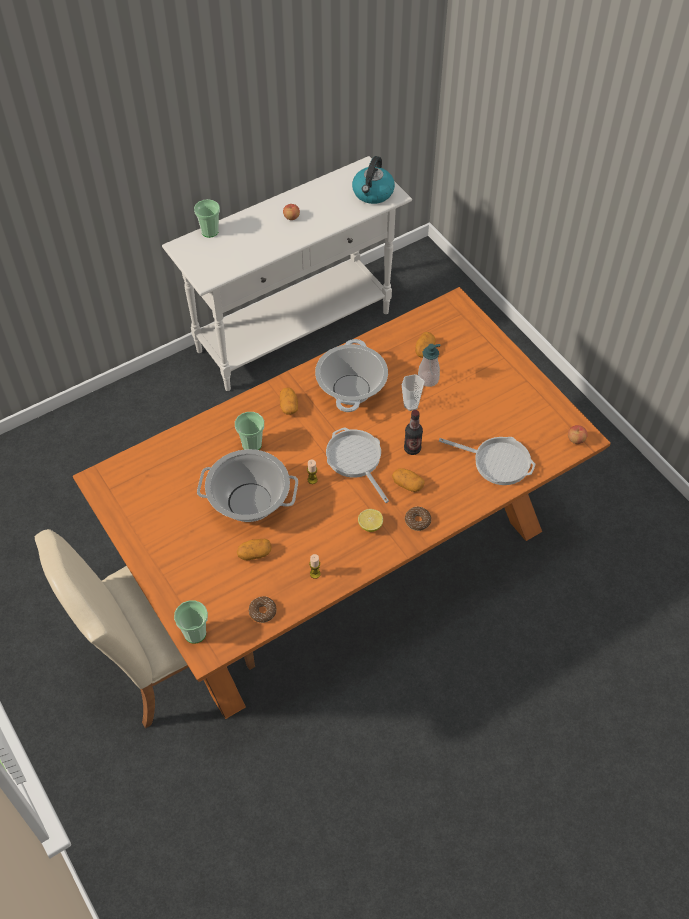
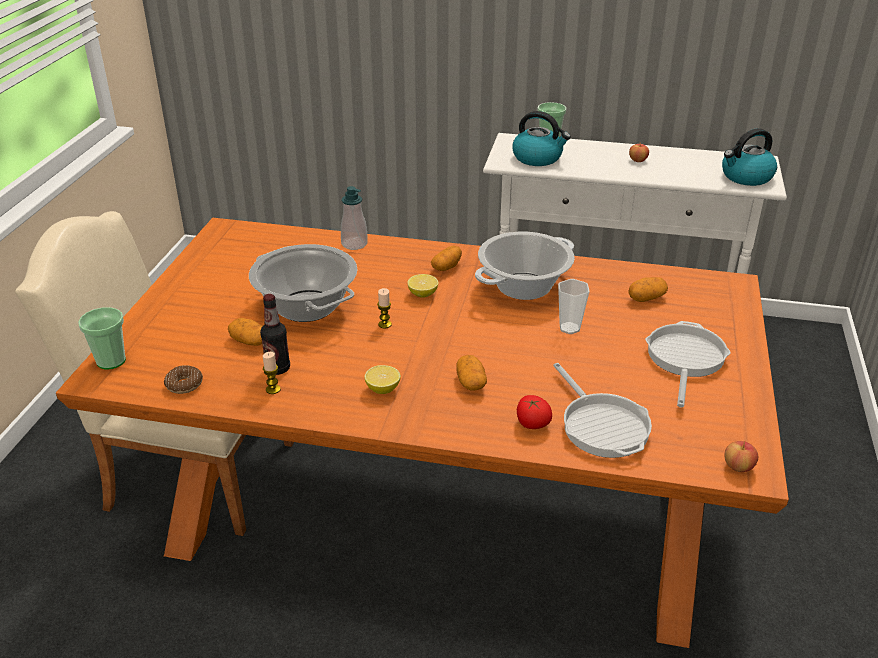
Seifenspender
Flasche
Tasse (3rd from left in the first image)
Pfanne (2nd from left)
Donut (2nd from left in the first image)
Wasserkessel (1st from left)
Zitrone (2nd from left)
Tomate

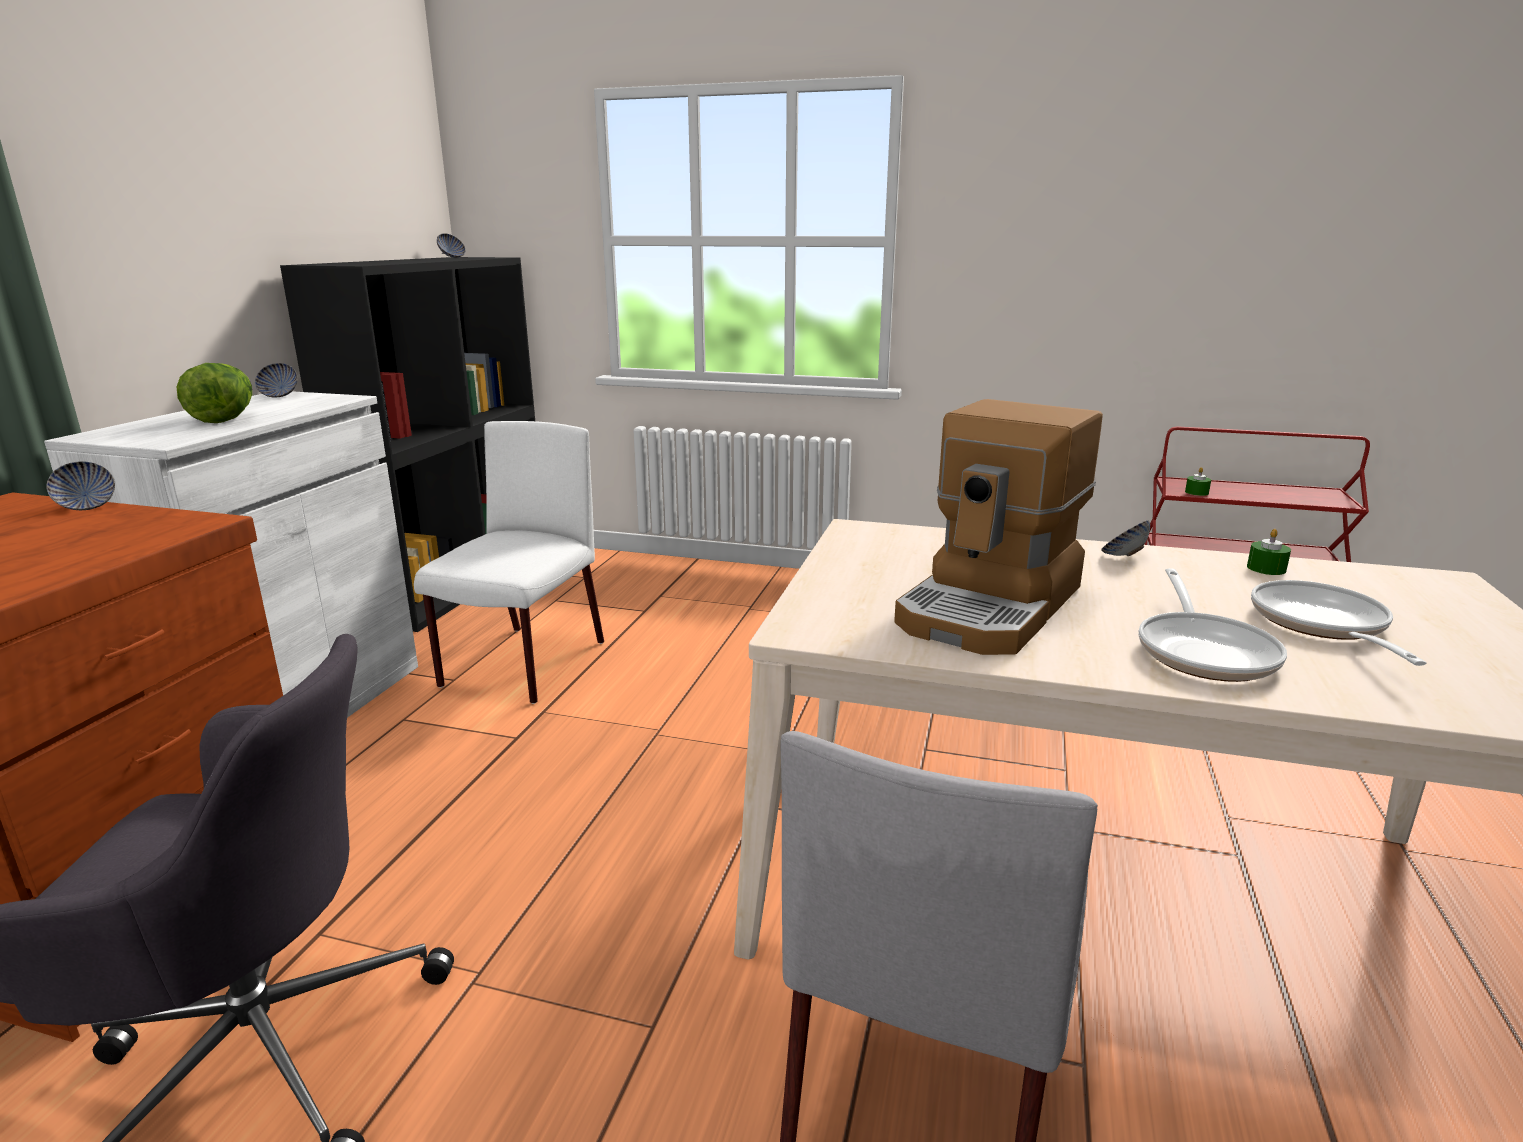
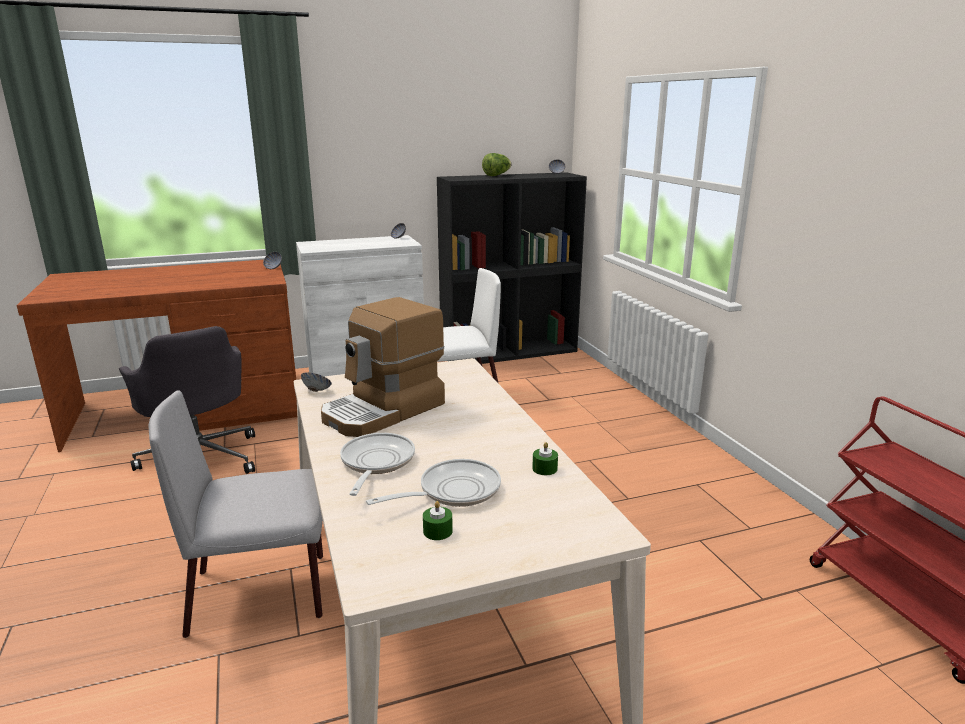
Salatkopf
Kaffeemaschine
Kerze (grün) (1st from left)
Schüssel (2nd from left)
Pfanne (1st from left)

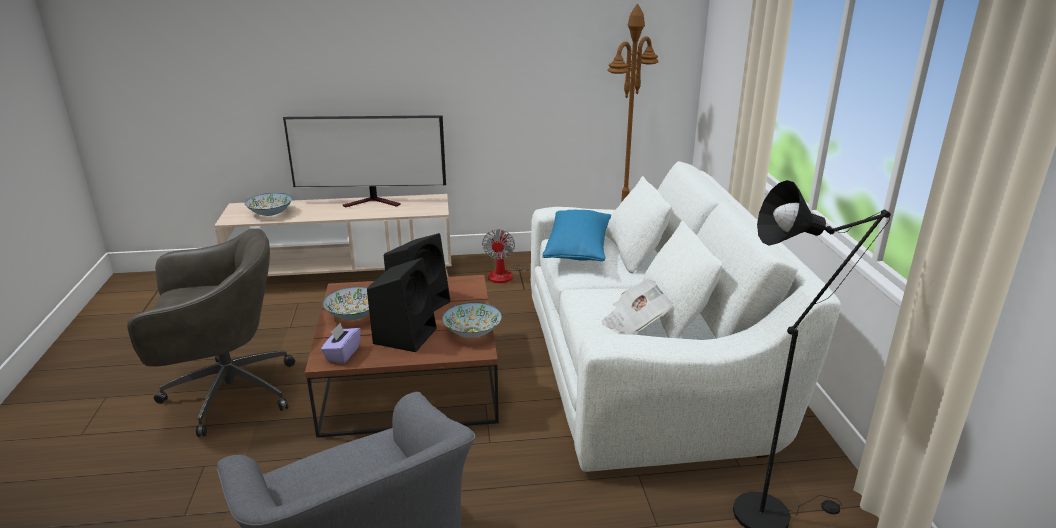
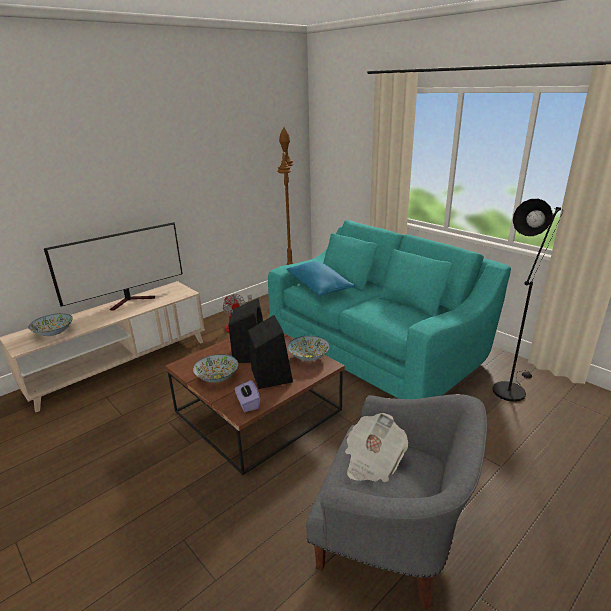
Sofa (türkis)
Bürostuhl (grau)
Zeitung

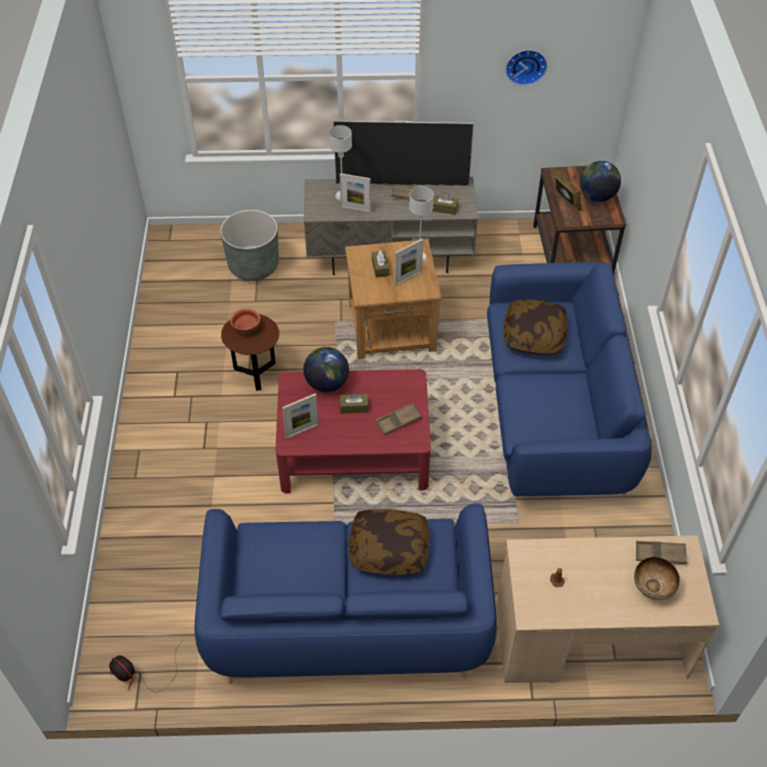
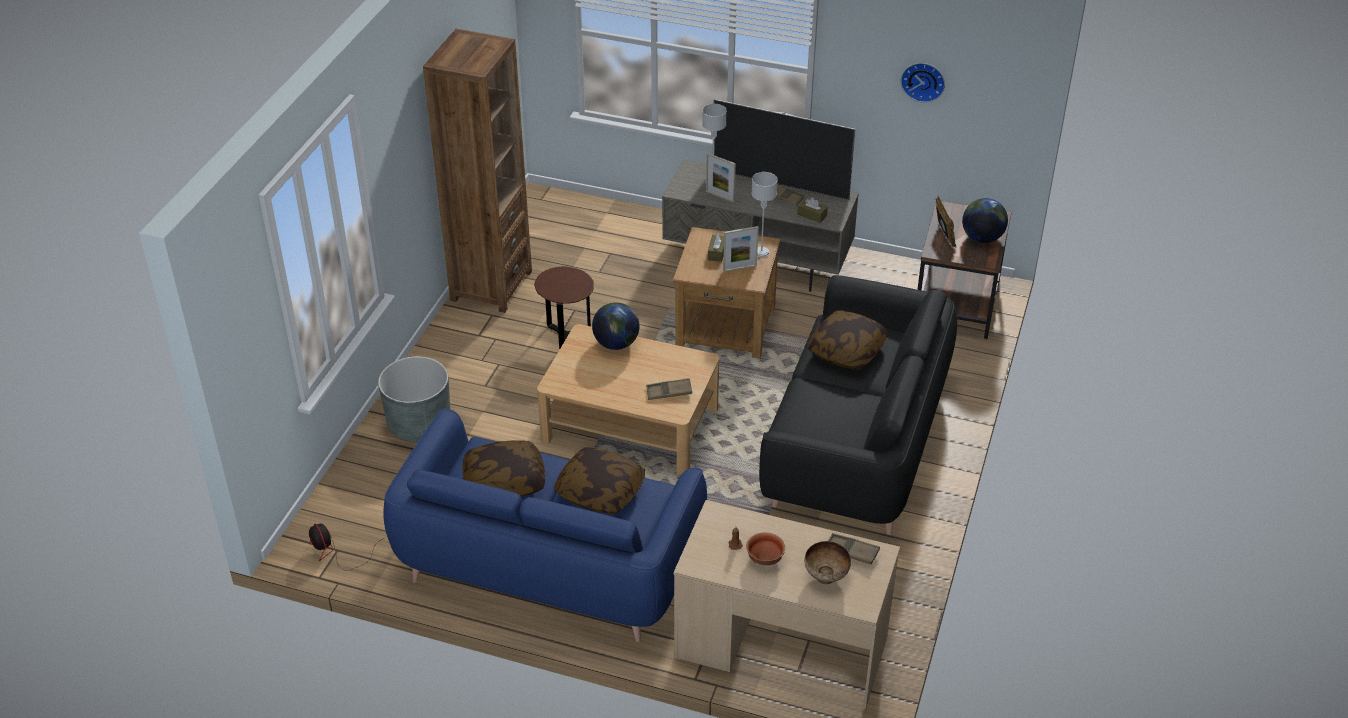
Pflanzkübel (grau)
Sofa (schwarz)
Schüssel (1st from left)
Couchtisch (beige)
Bilderrahmen (1st from left in the first image)
Taschentuchbox (braun) (1st from left in the first image)
Bücherregal (braun)
Kissen (1st from left)

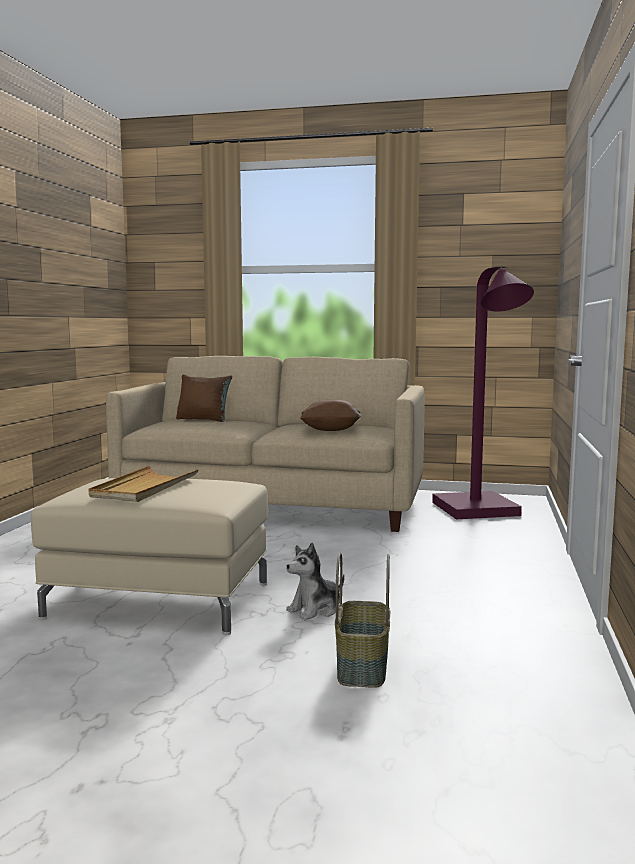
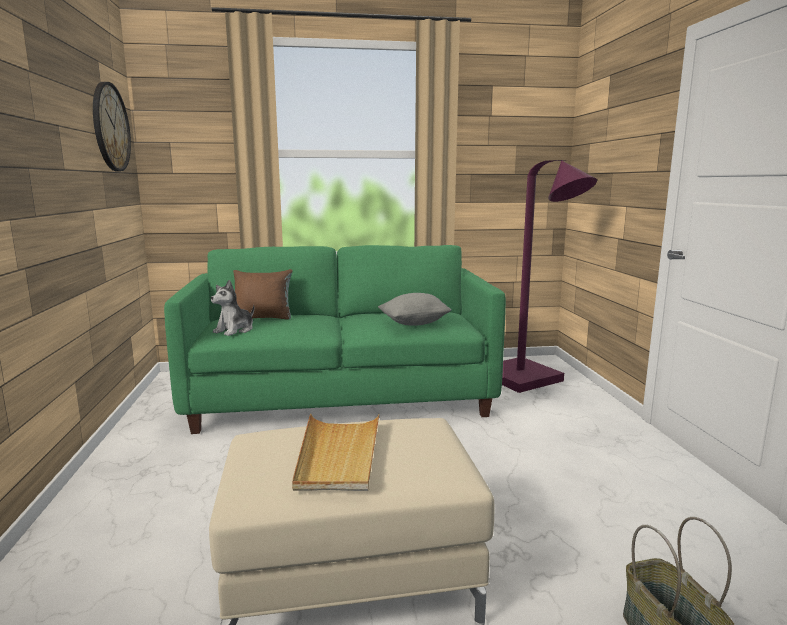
Sofa (grün)
Kissen (grau)
Plüschtier
Wanduhr

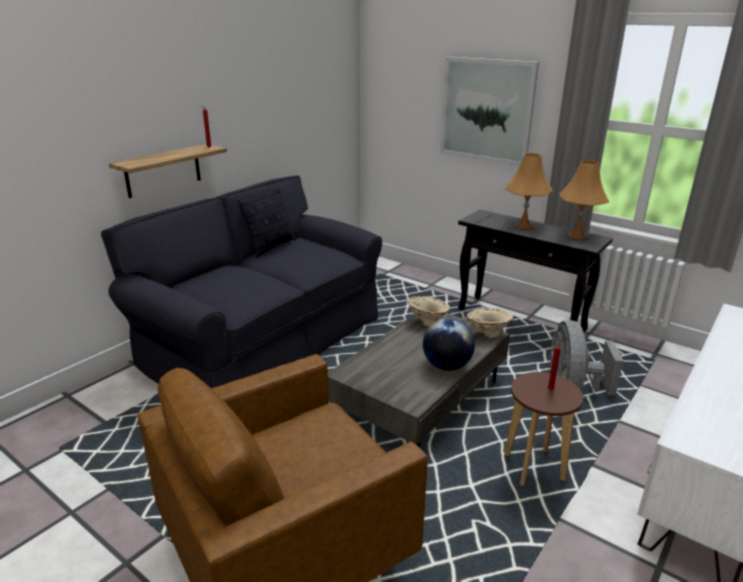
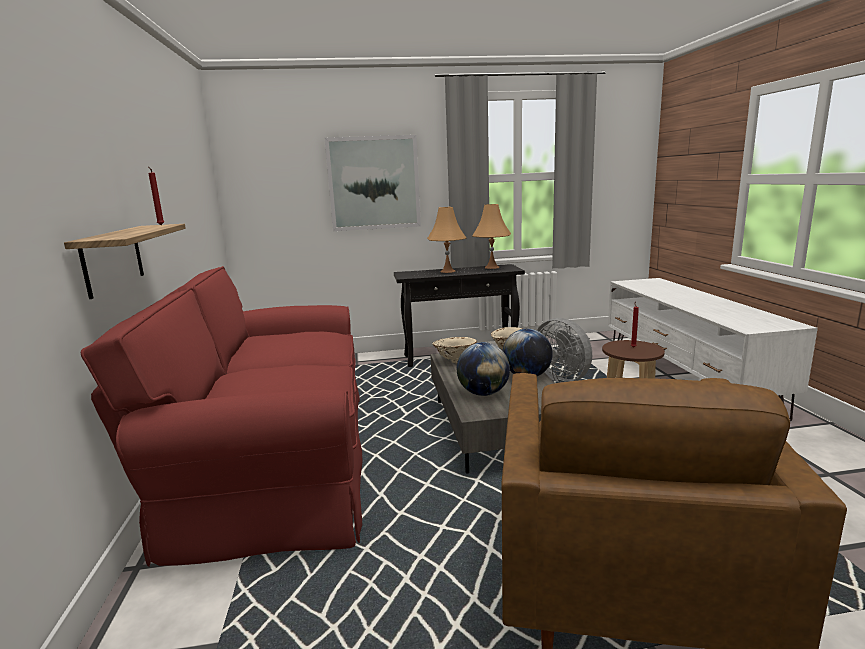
Sofa (rot)
Kissen
Globus (1st from left)

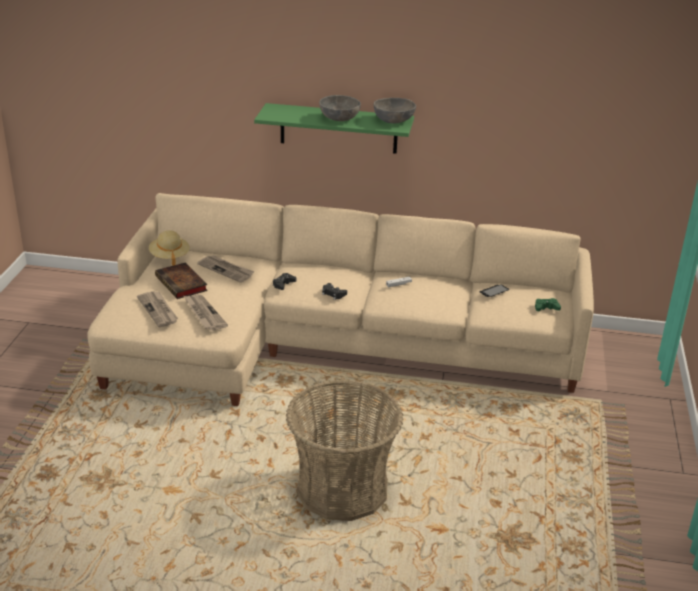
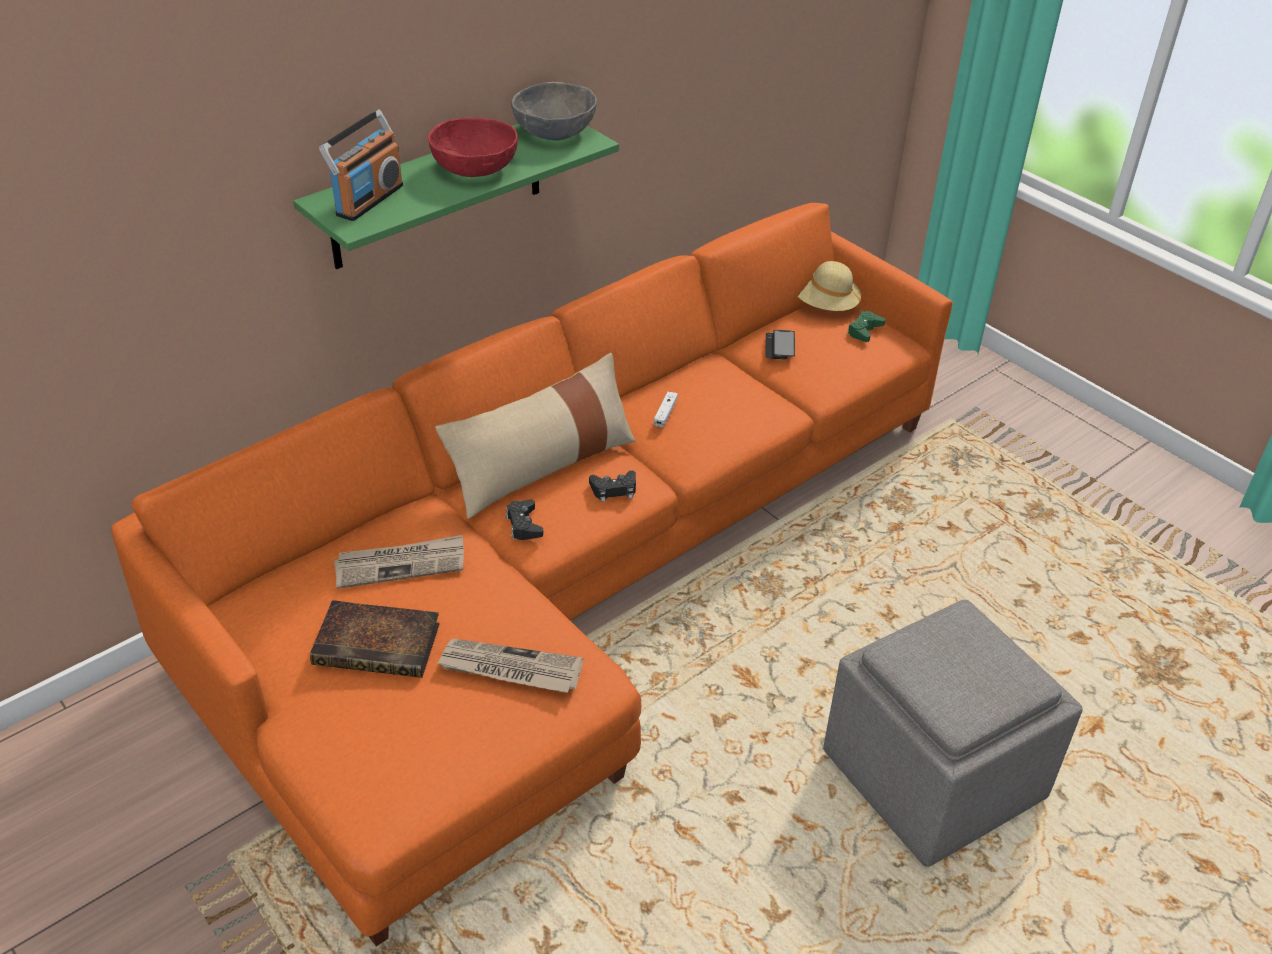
Schüssel (rot)
Sofa (orange)
Hut (beige)
Zeitung (1st from left in the first image)
Polsterhocker (grau)
Radio
Kissen (beige)

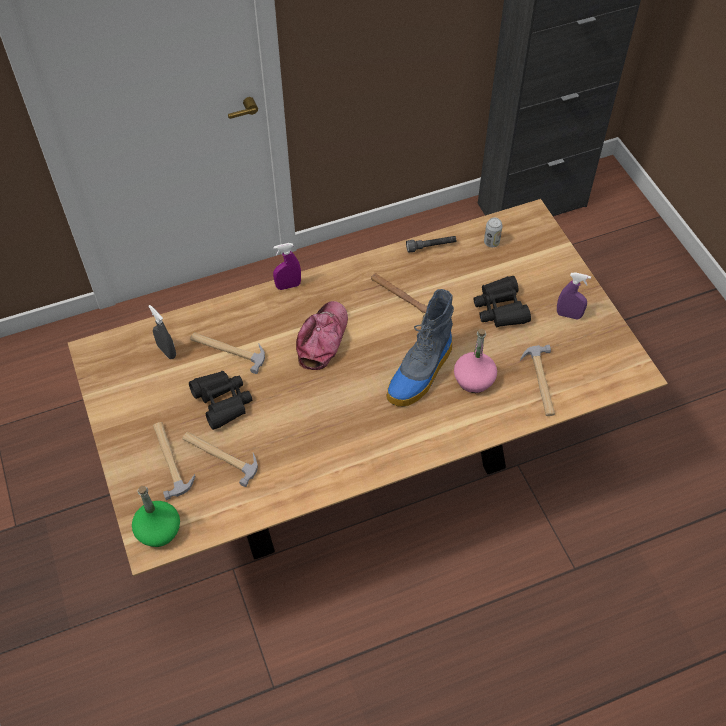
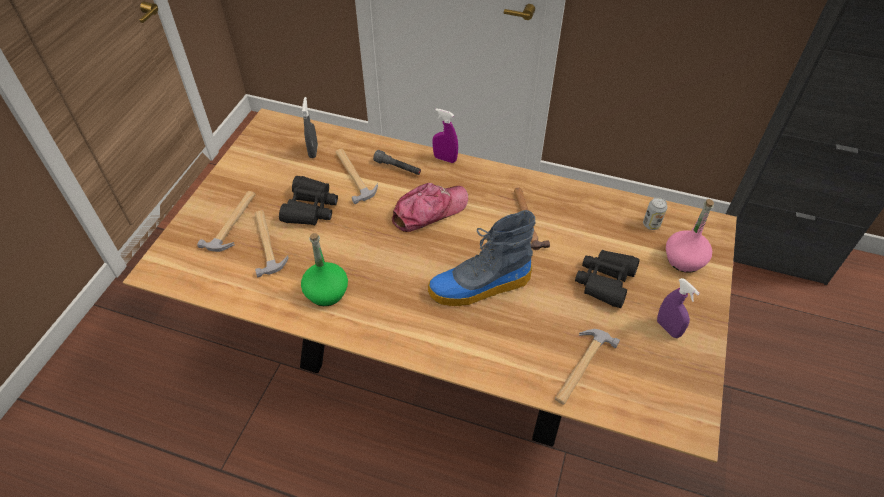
Taschenlampe (grau)
Flasche (rosa)
Flasche (grün)

